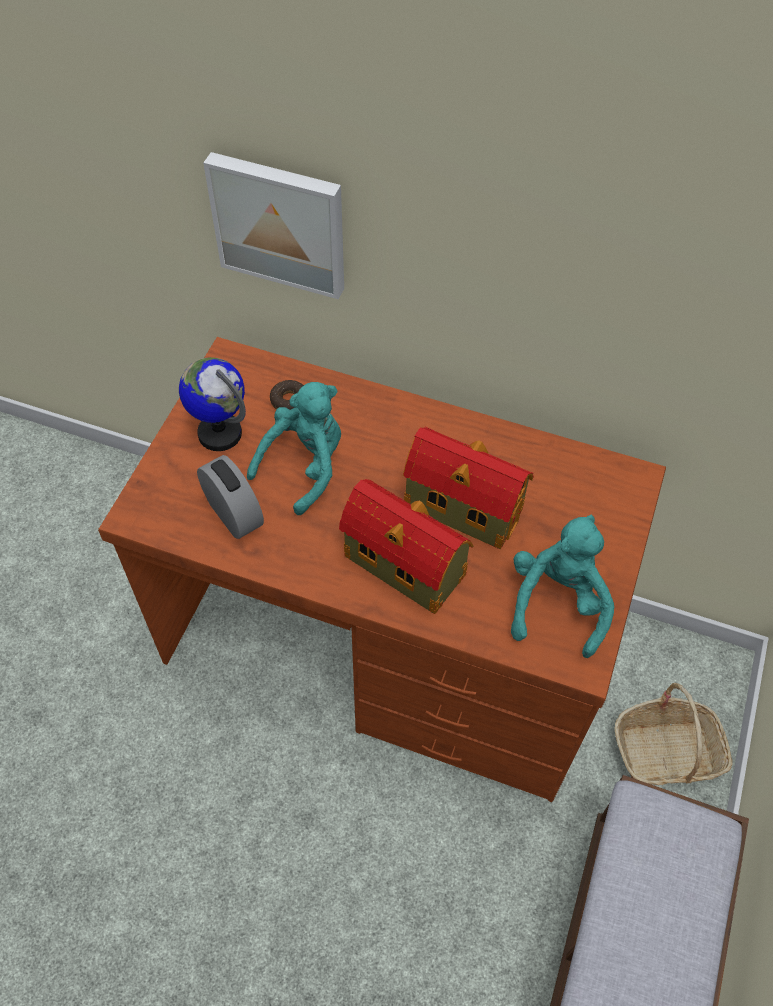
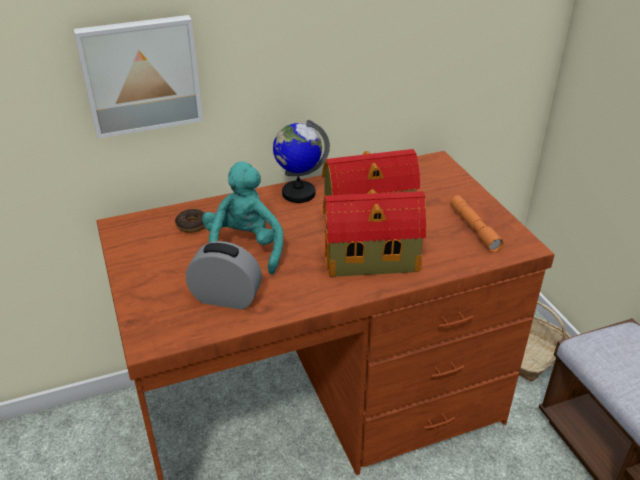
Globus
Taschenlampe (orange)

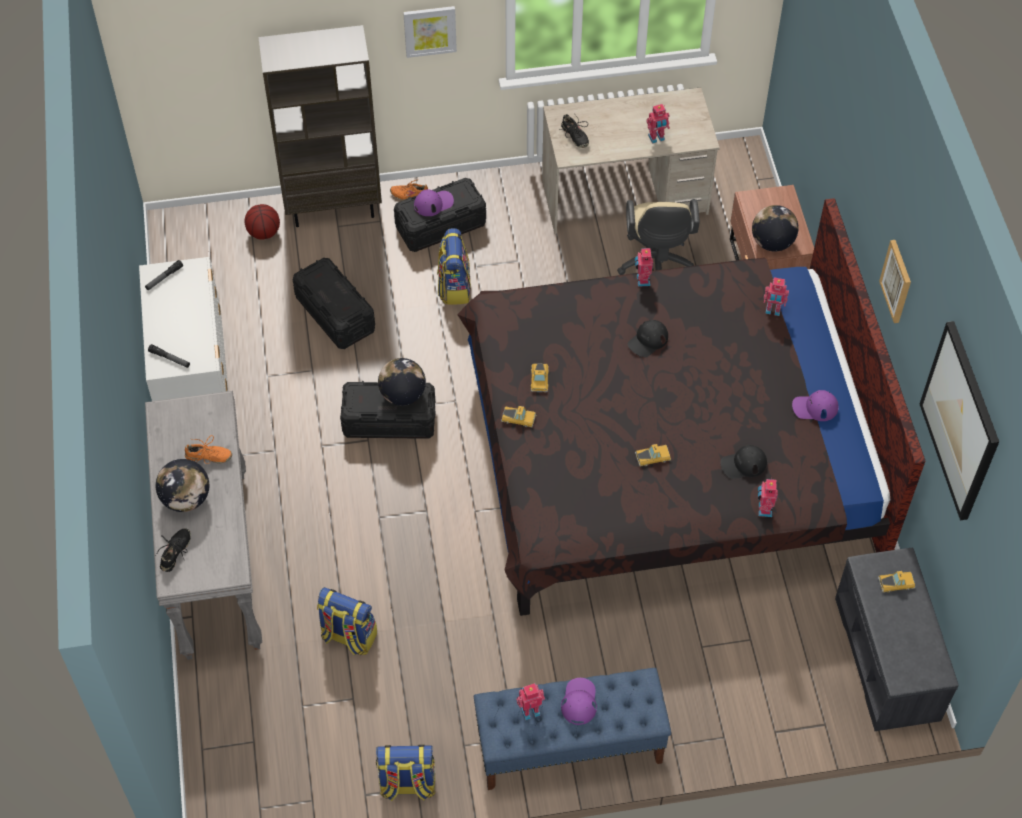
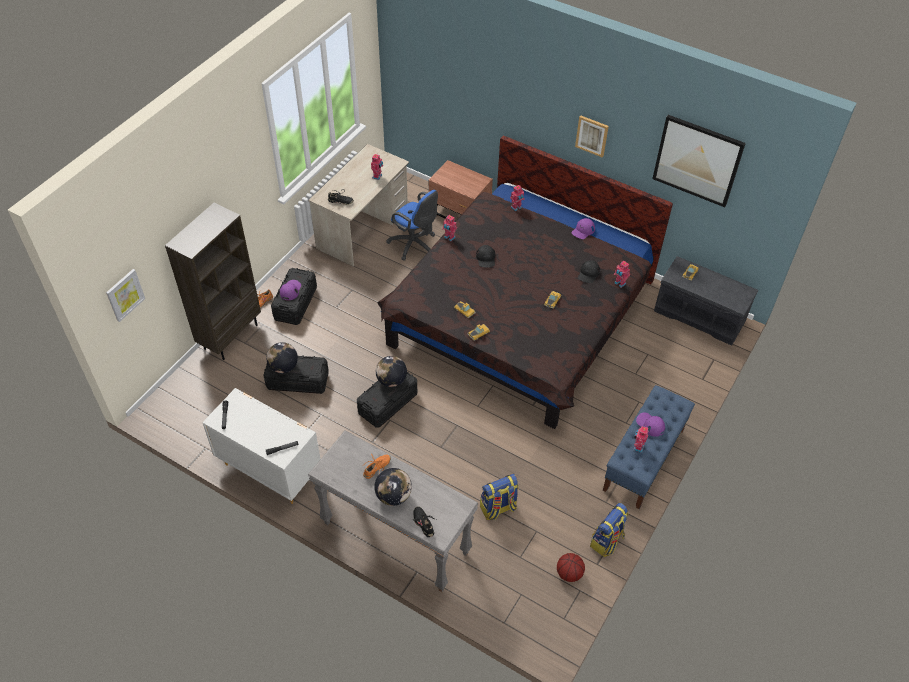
Bild (1st from left)
Bürostuhl (blau)
Basketball
Globus (1st from left)
Rucksack (3rd from left in the first image)

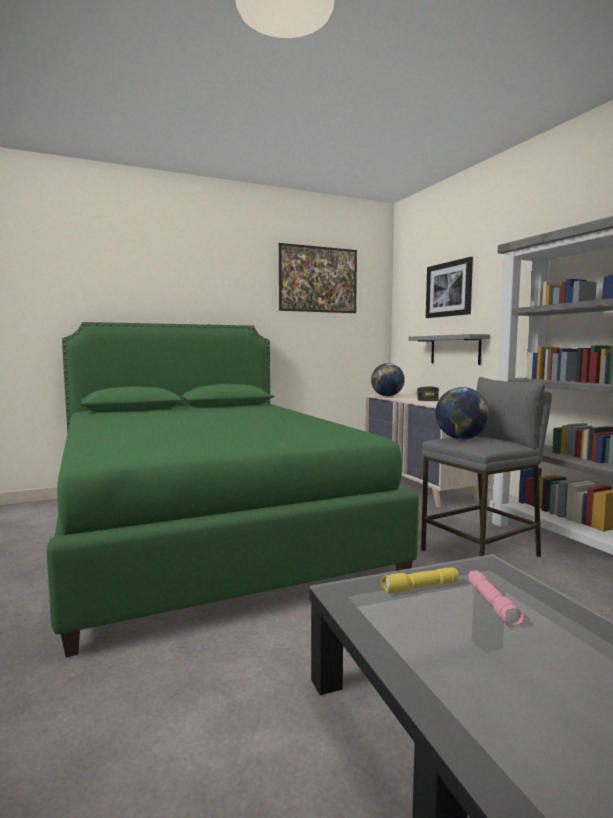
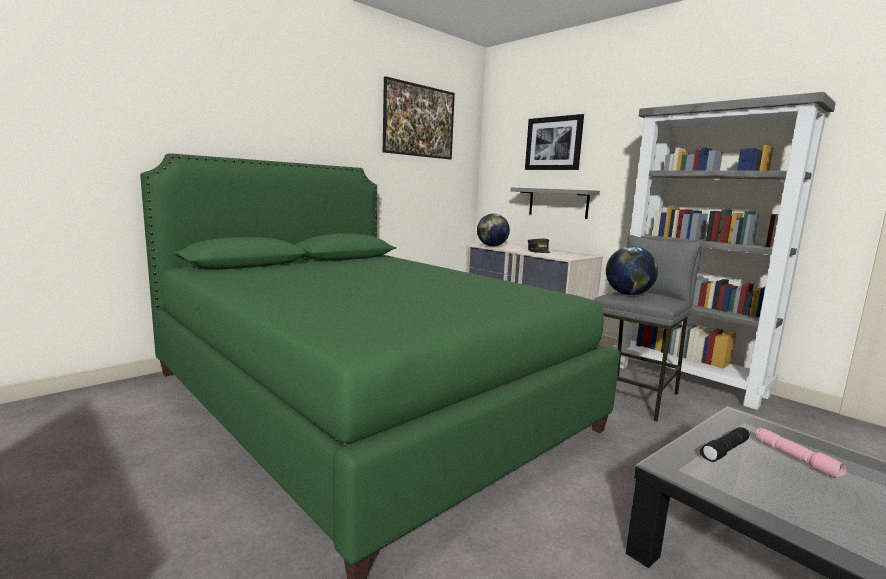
Taschenlampe (schwarz)

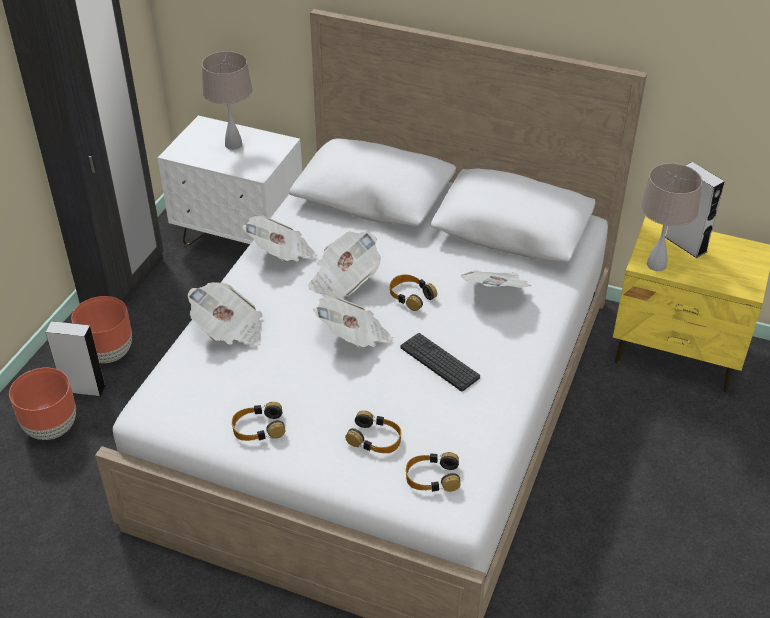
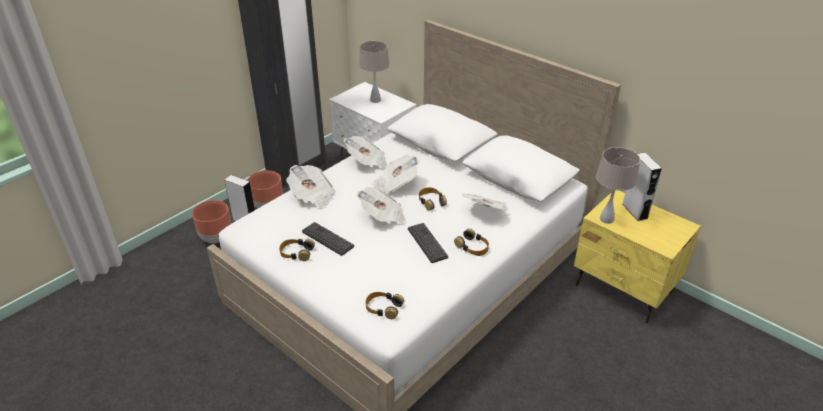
Kopfhörer (4th from left)
Tastatur (1st from left)

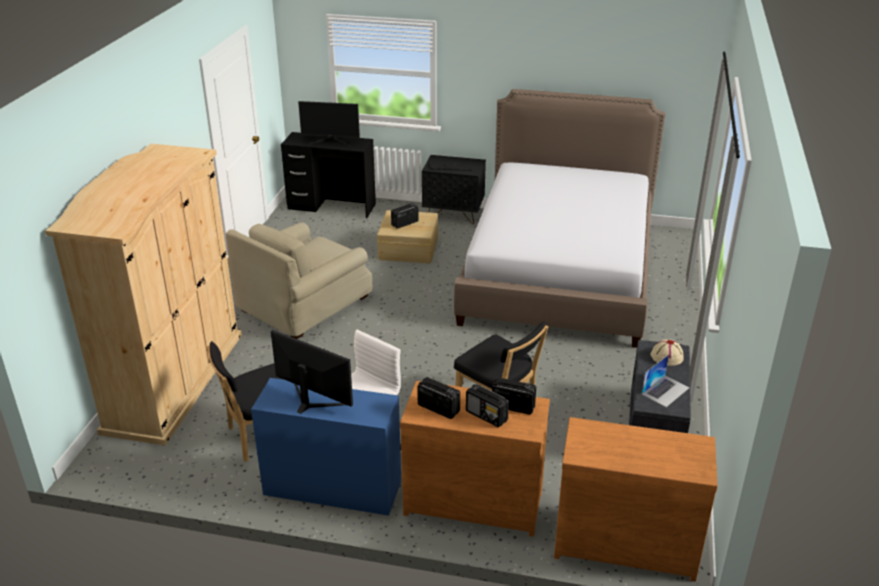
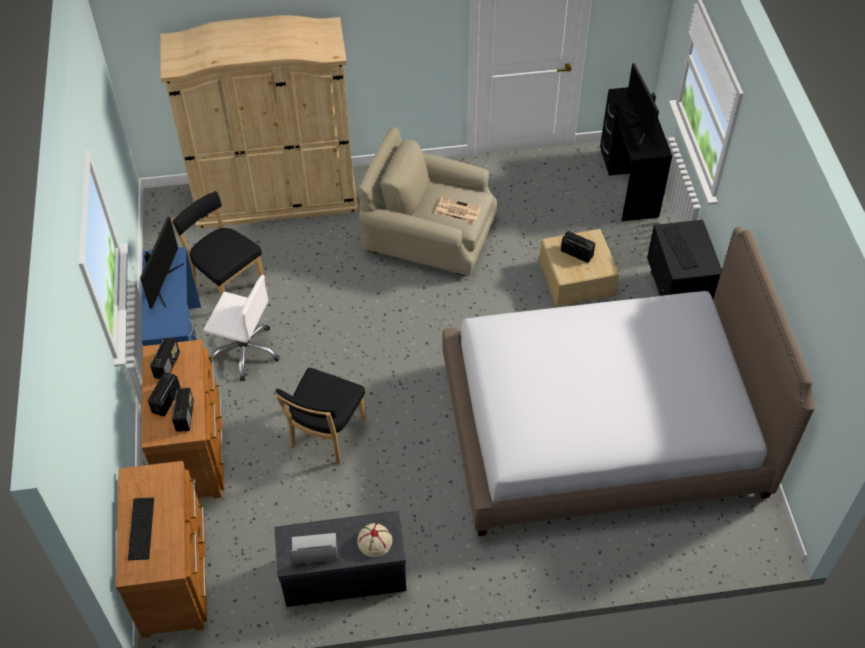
Laptop
Zeitung
Tastatur (1st from left)

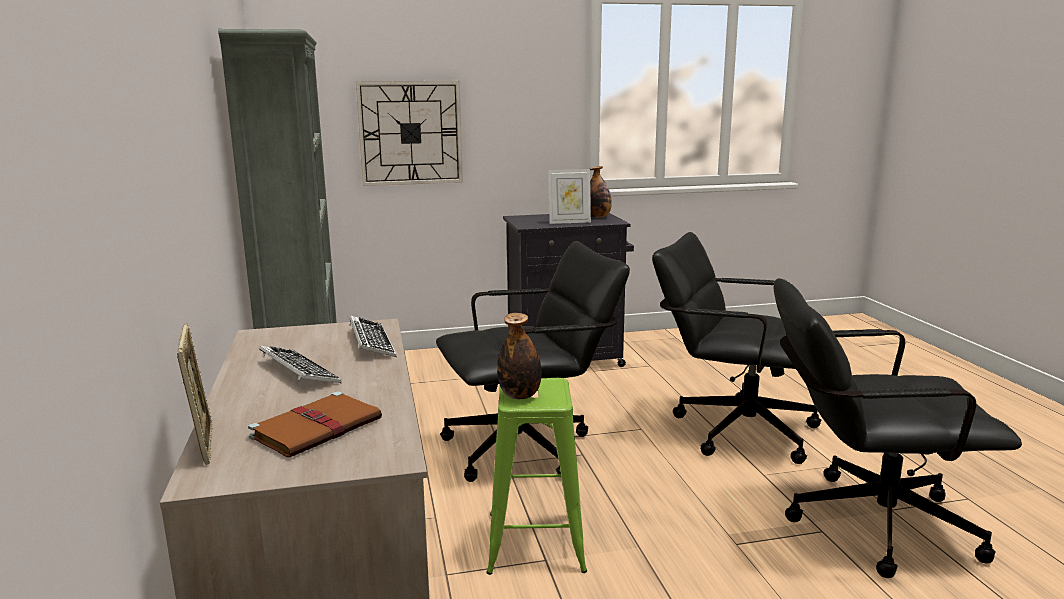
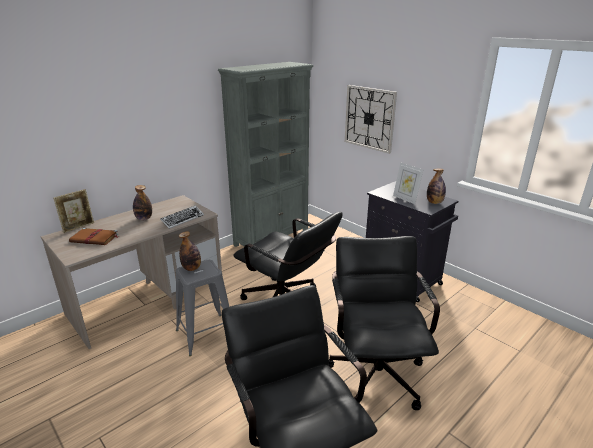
Flasche (1st from left)
Hocker (grau)

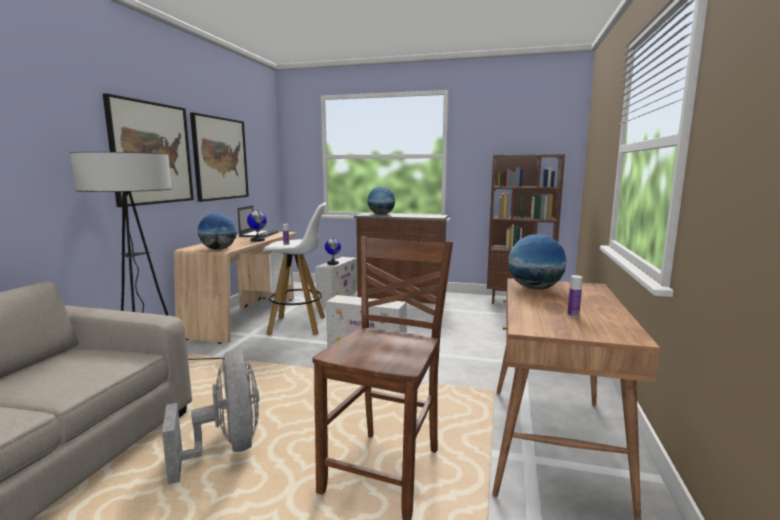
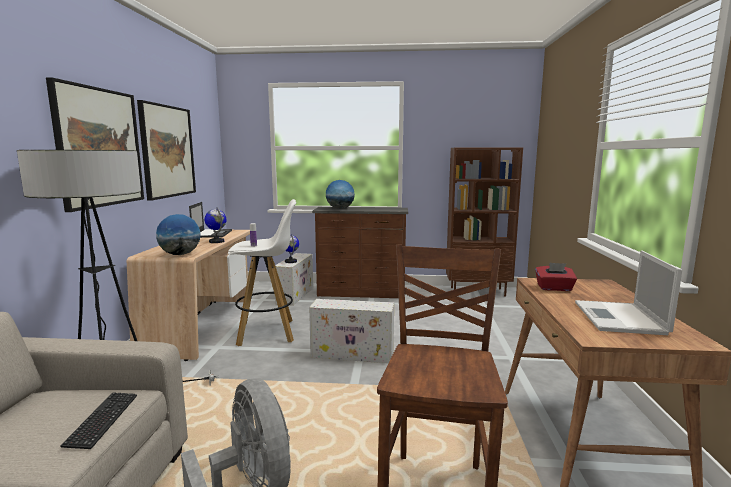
Taschentuchbox (rot)
Laptop (2nd from left)
Tastatur

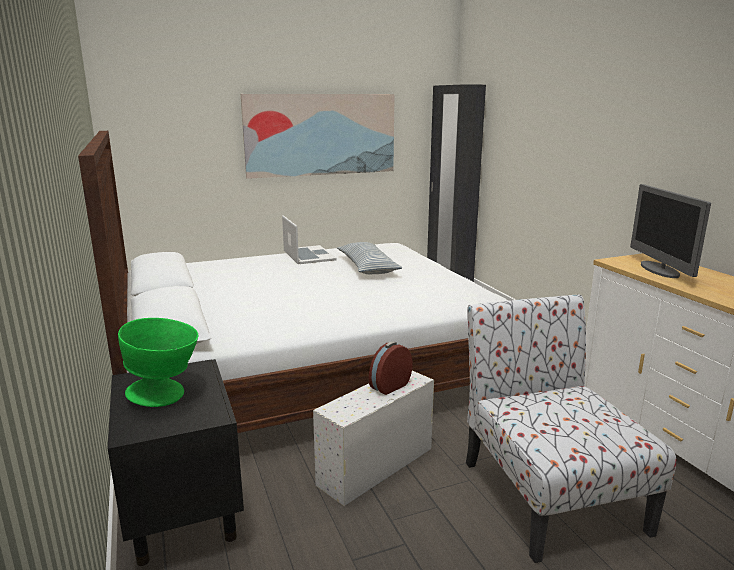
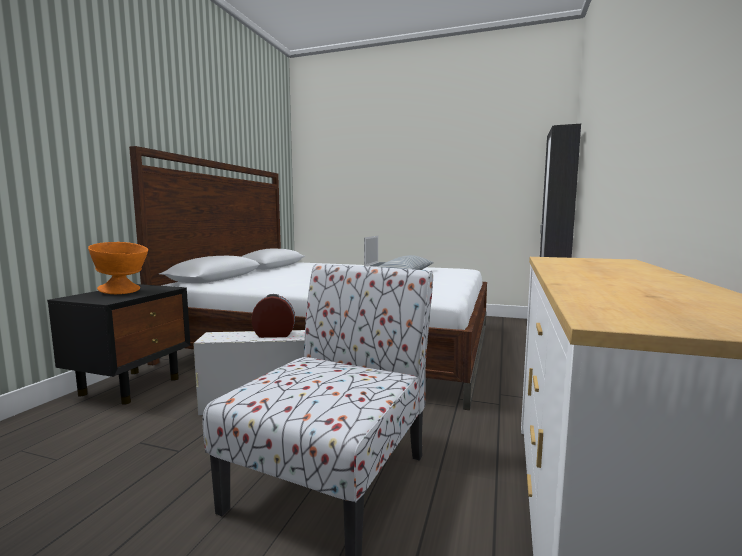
Bild
Monitor
Schüssel (orange)

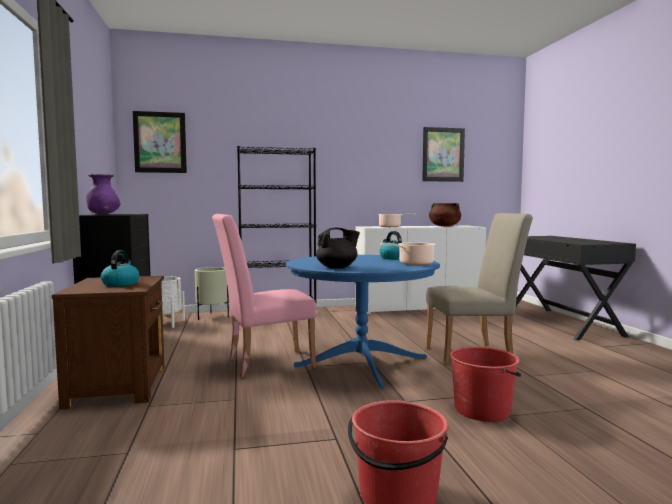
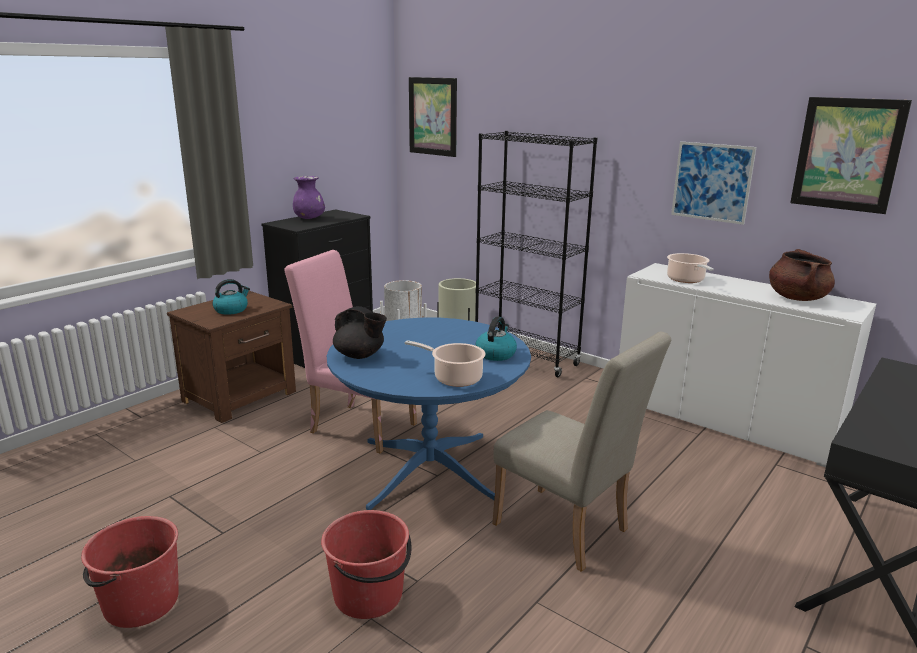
Bild (2nd from left)

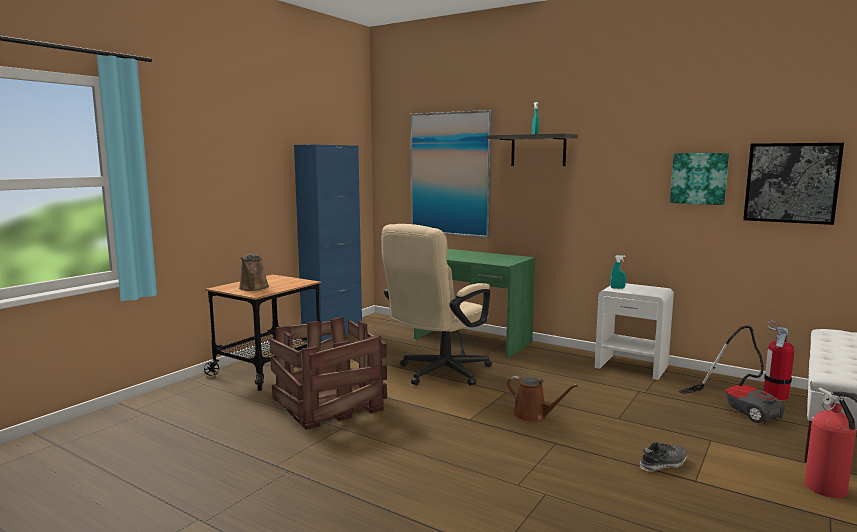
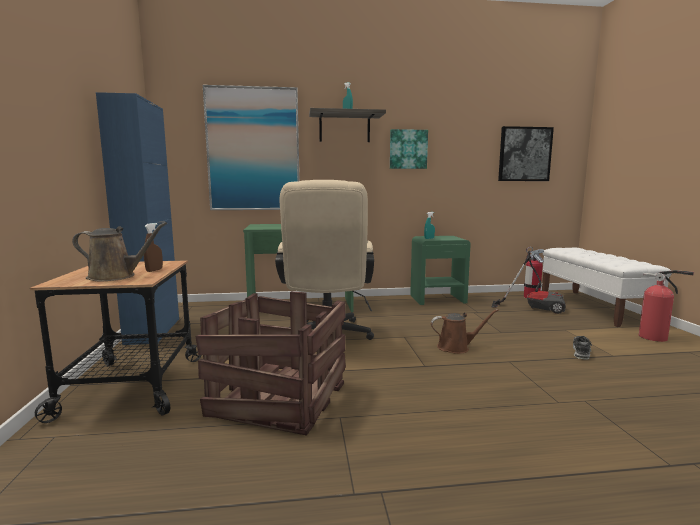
Bild (2nd from left)
Gießkanne (braun) (1st from left)
Nachttisch (grün)
Sprühflasche (braun)

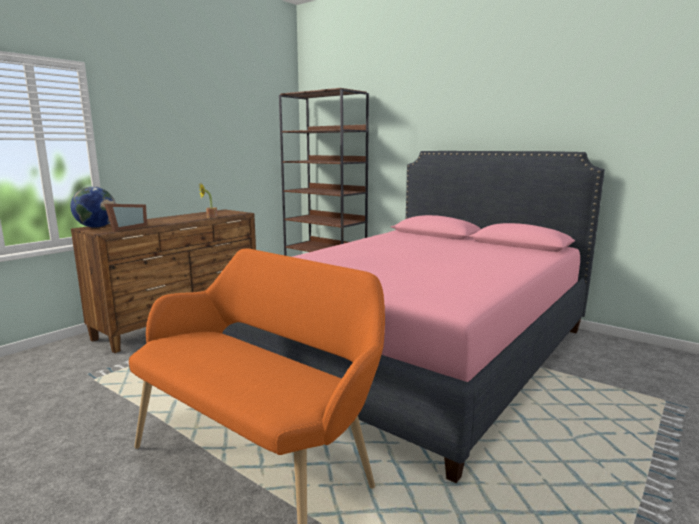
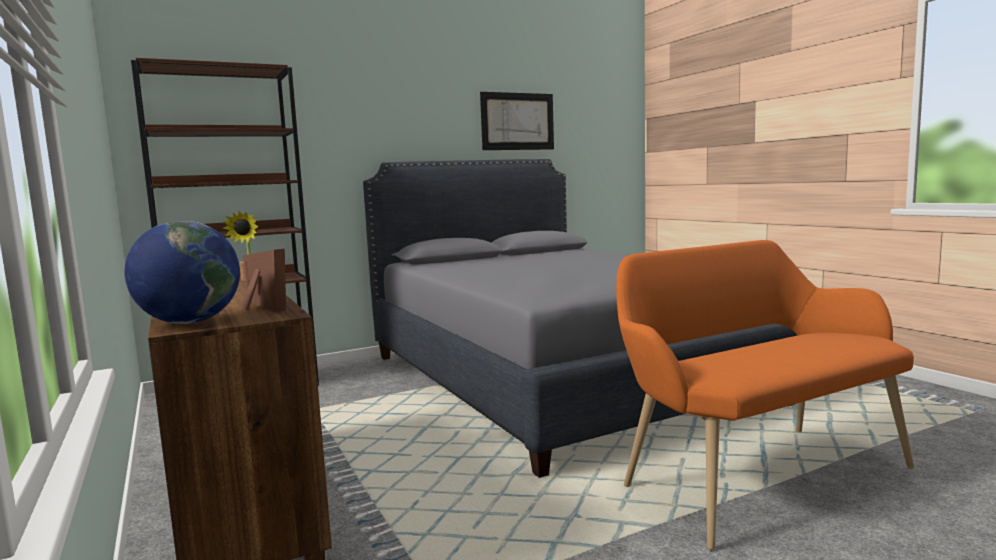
Bett (grau)
Bild

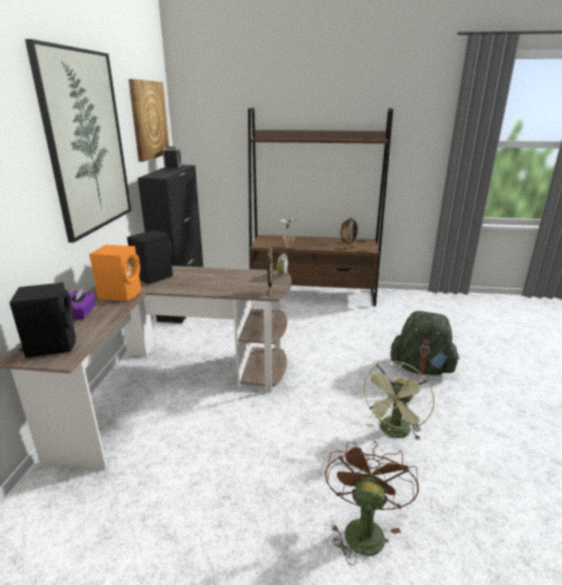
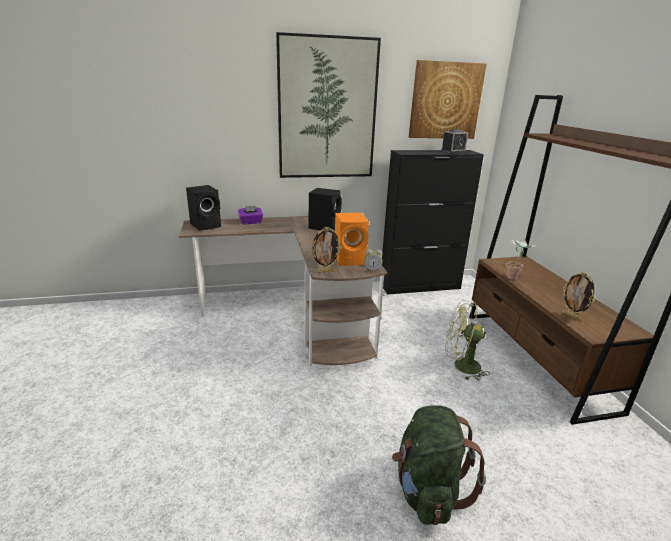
Lautsprecher (orange)
Ventilator (grün)
Ventilator (braun)

